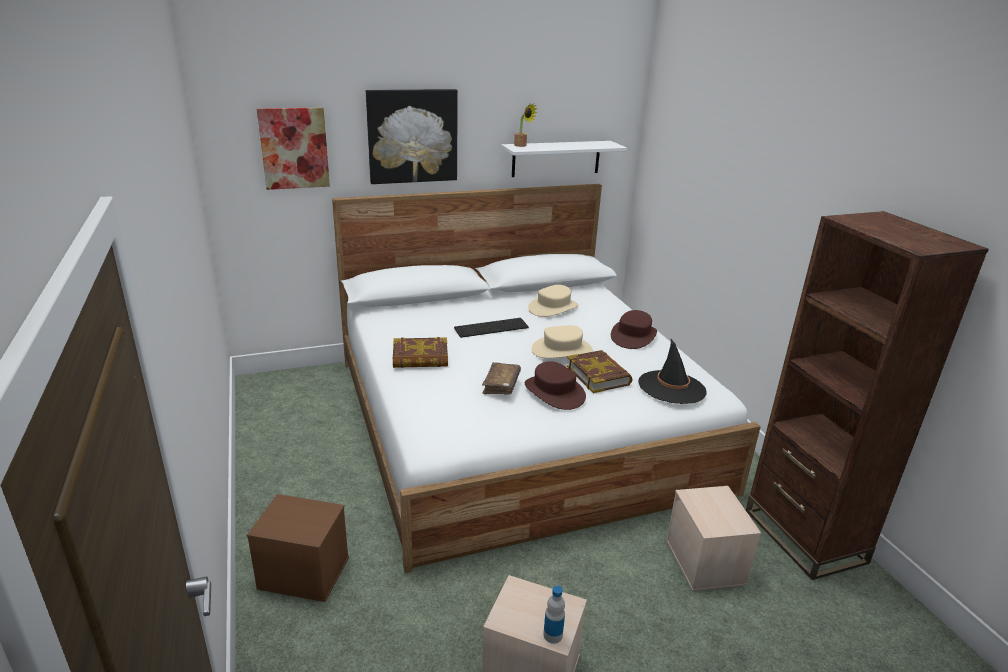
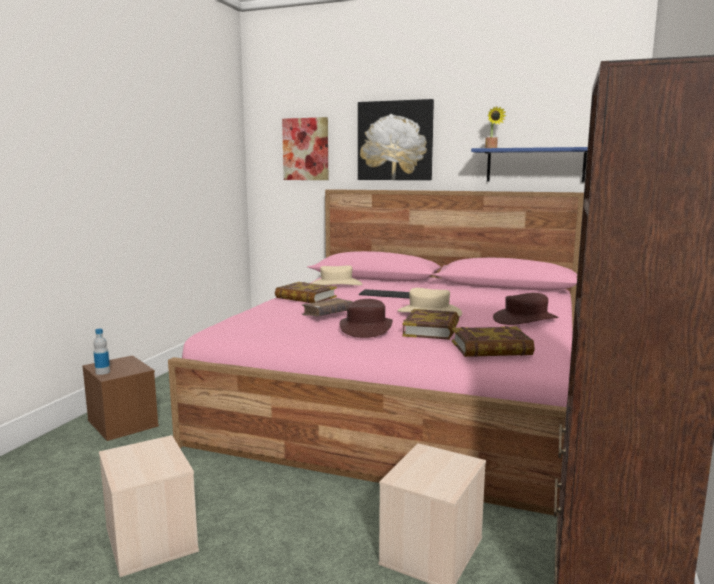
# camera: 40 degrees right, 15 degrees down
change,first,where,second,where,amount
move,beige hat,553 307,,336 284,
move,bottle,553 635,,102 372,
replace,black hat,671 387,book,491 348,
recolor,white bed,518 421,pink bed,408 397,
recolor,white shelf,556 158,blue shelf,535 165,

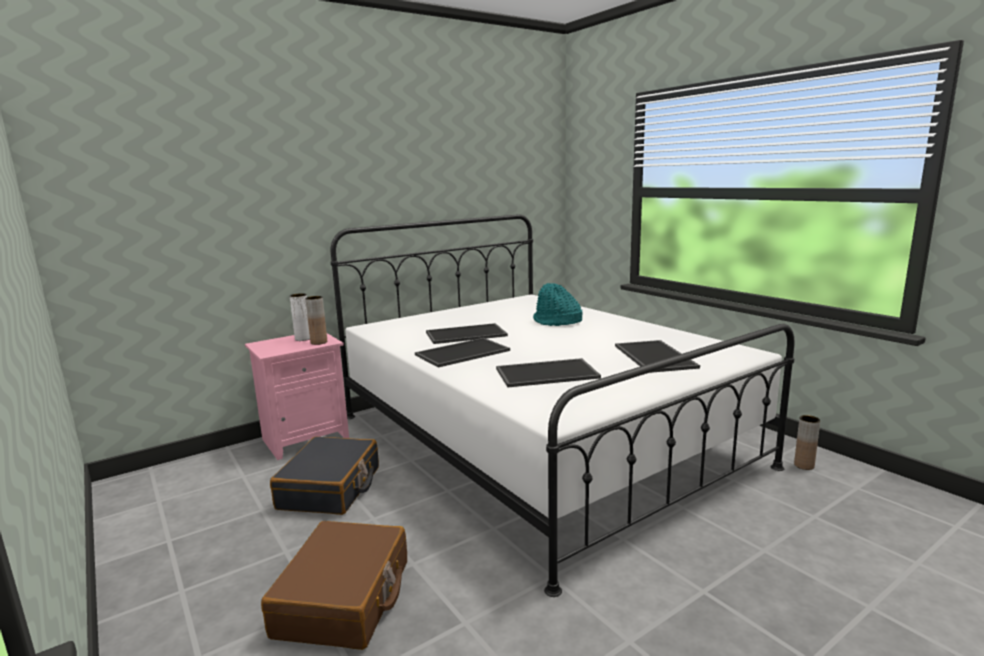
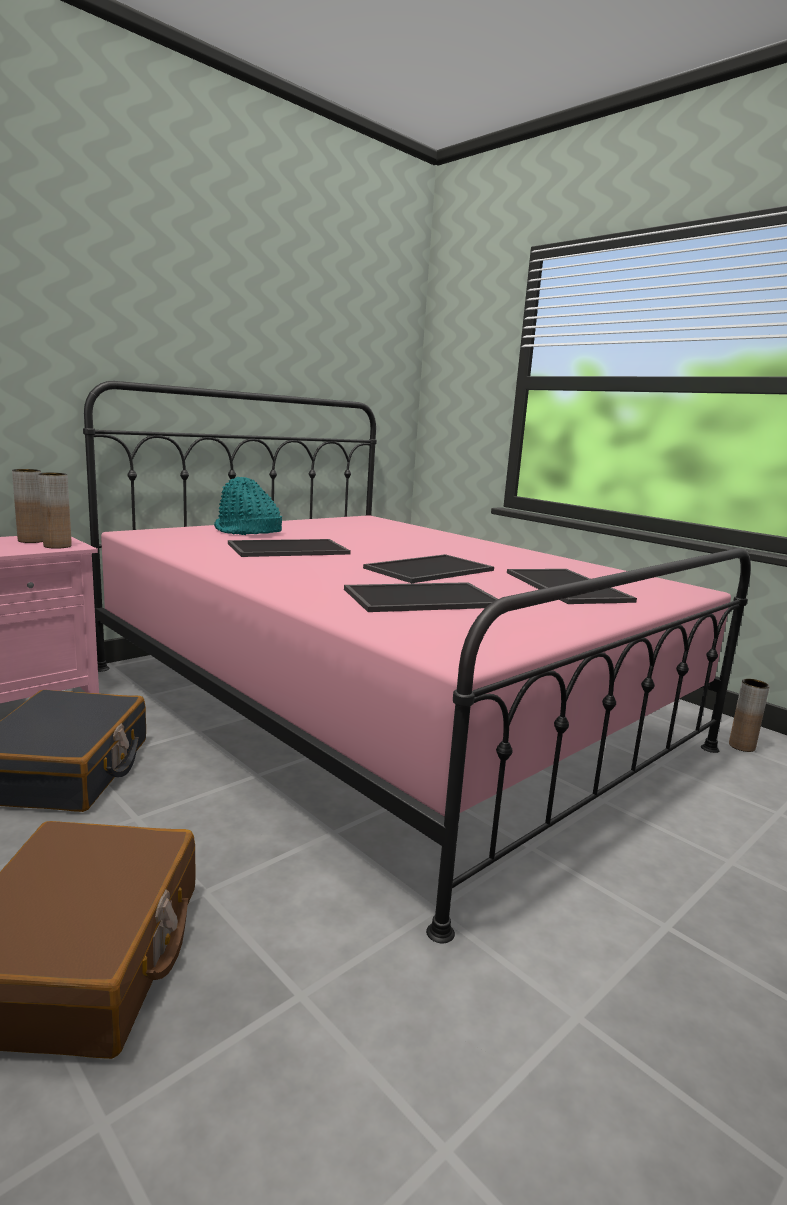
# camera: 10 degrees left, 0 degrees up
change,first,where,second,where,amount
move,tray,462 353,,430 570,
move,turquoise hat,556 322,,247 532,
recolor,white vase,303 339,brown vase,31 541,
recolor,white bed,538 439,pink bed,384 706,

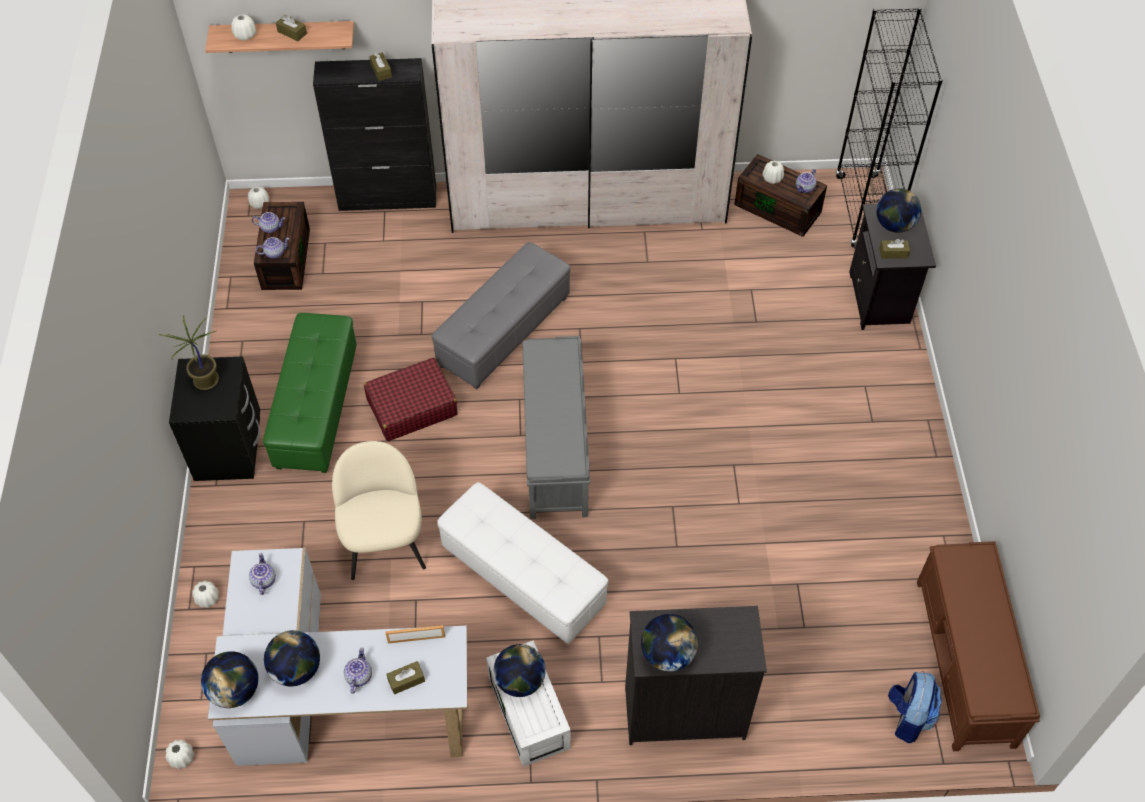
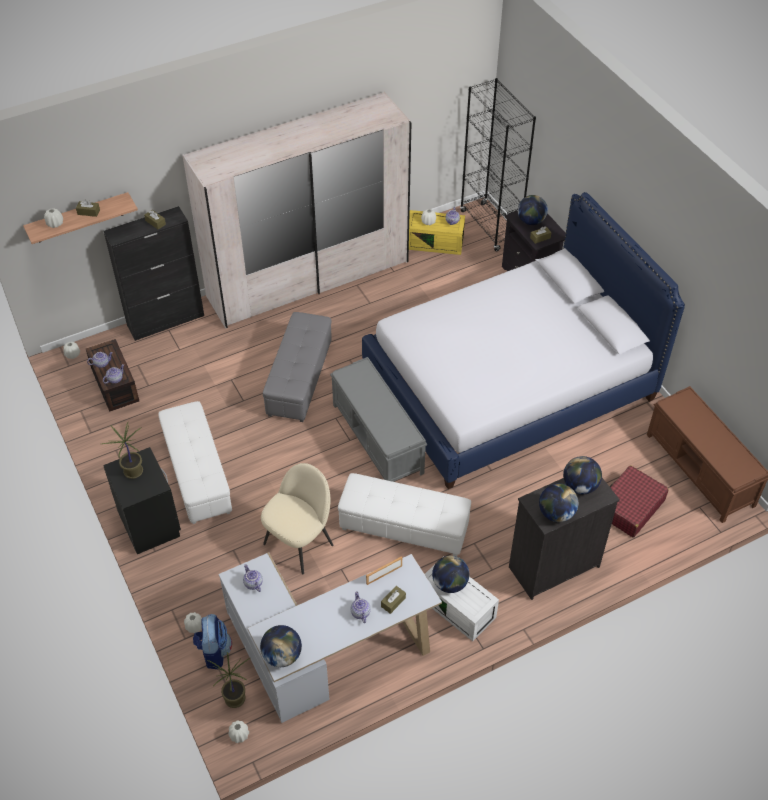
# camera: 25 degrees left, 5 degrees down
change,first,where,second,where,amount
insert,,,potted plant,234 698,
insert,,,bed,509 383,
move,globe,296 669,,580 486,
move,red suitcase,411 407,,629 507,
move,backpack,908 717,,214 651,
recolor,green ottoman,316 407,white ottoman,197 474,
recolor,brown storage box,779 208,yellow storage box,435 242,
rotate,beige chair,385 545,,300 543,75 degrees clockwise

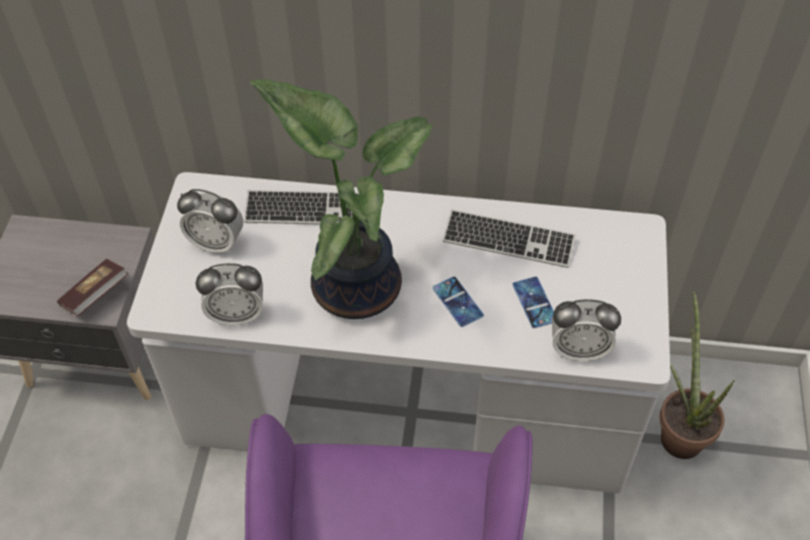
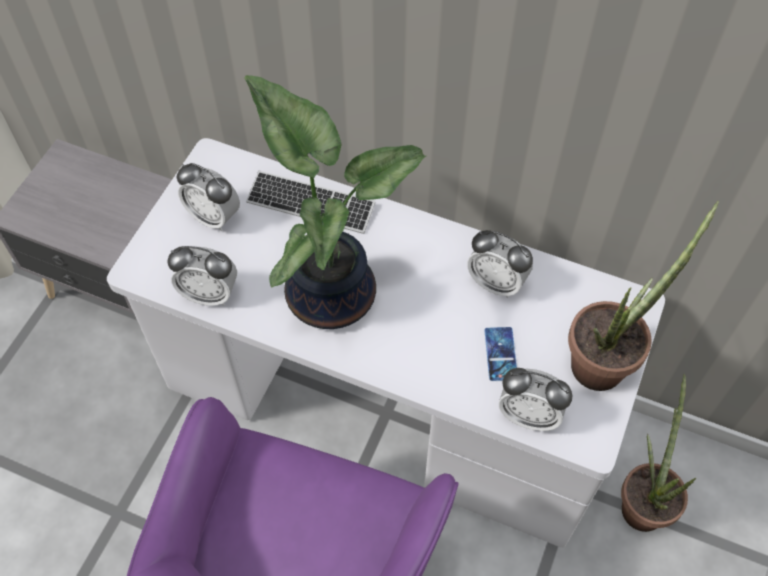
# camera: 15 degrees right, 5 degrees up
change,first,where,second,where,amount
delete,book,96 295,,,
delete,phone,457 302,,,
insert,,,potted plant,606 360,
replace,keyboard,508 241,alarm clock,496 282,

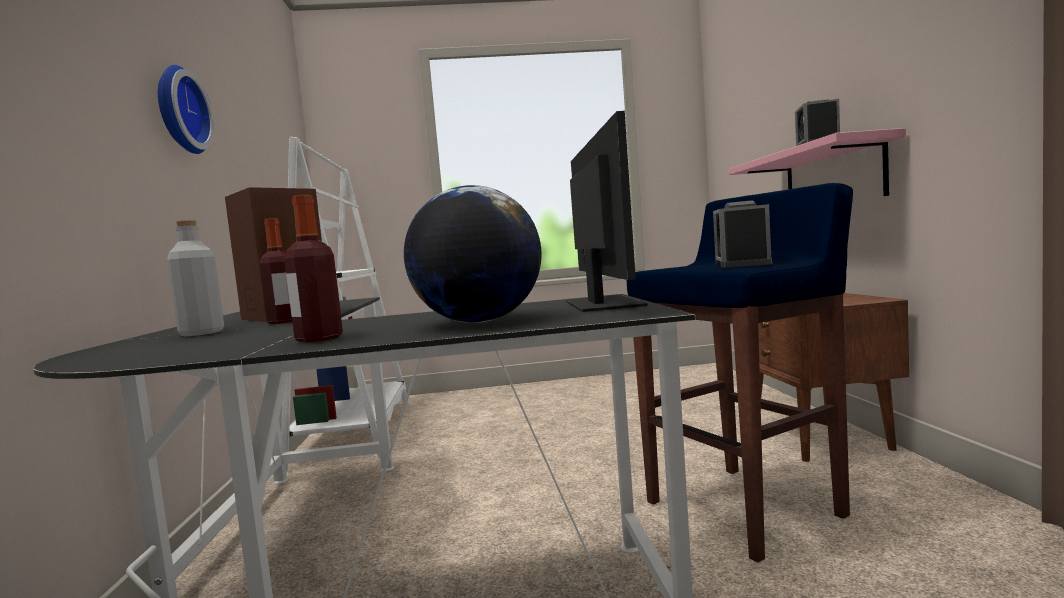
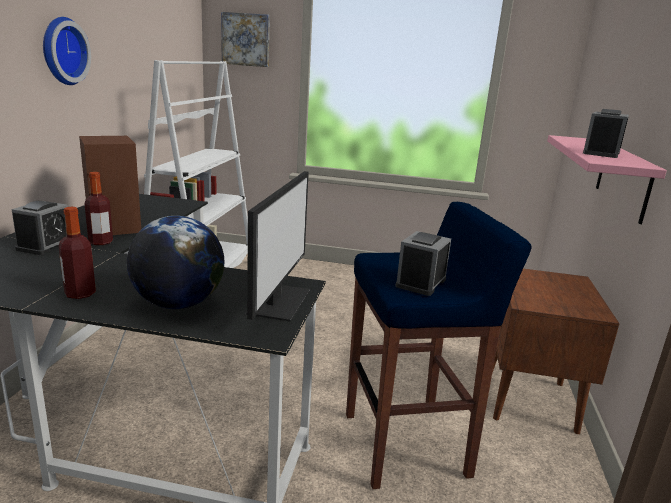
# camera: 15 degrees right, 15 degrees up
change,first,where,second,where,amount
insert,,,picture,246 39,
replace,grey bottle,202 333,alarm clock,45 245,

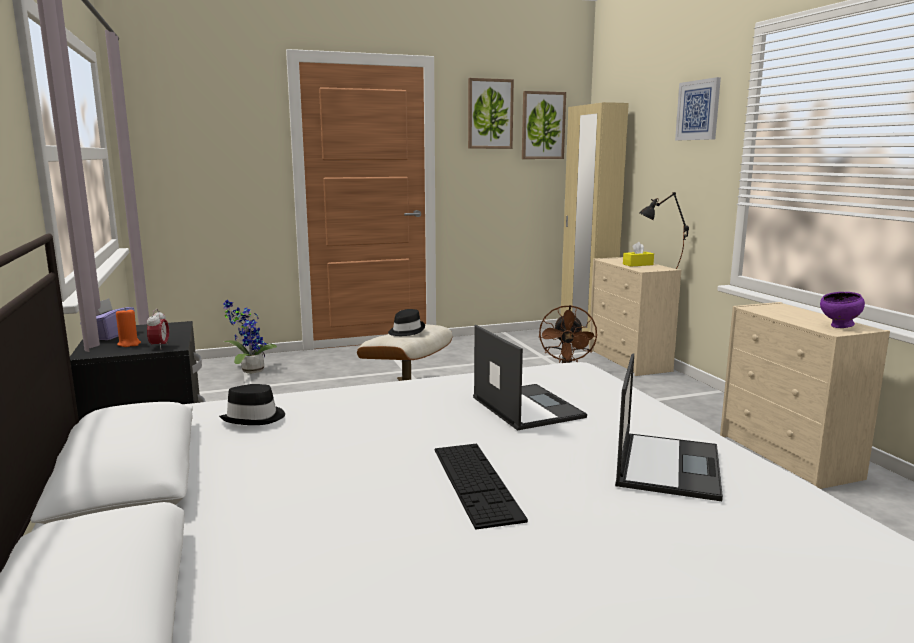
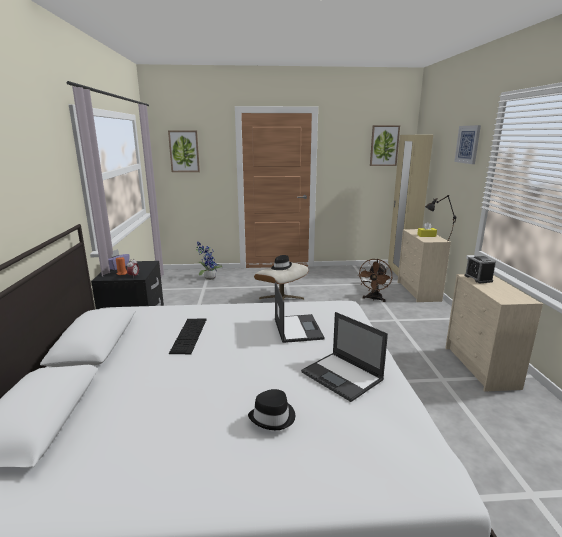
# camera: 15 degrees right, 5 degrees up
change,first,where,second,where,amount
delete,purple bowl,839 327,,,
insert,,,alarm clock,478 278,
move,black hat,255 418,,273 417,
move,keyboard,476 482,,189 335,
move,picture,490 114,,184 151,
rotate,laptop,667 465,,343 376,105 degrees clockwise

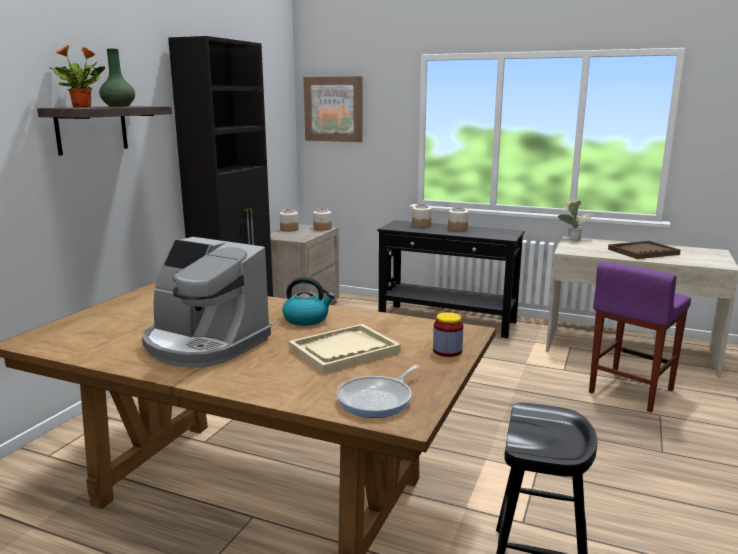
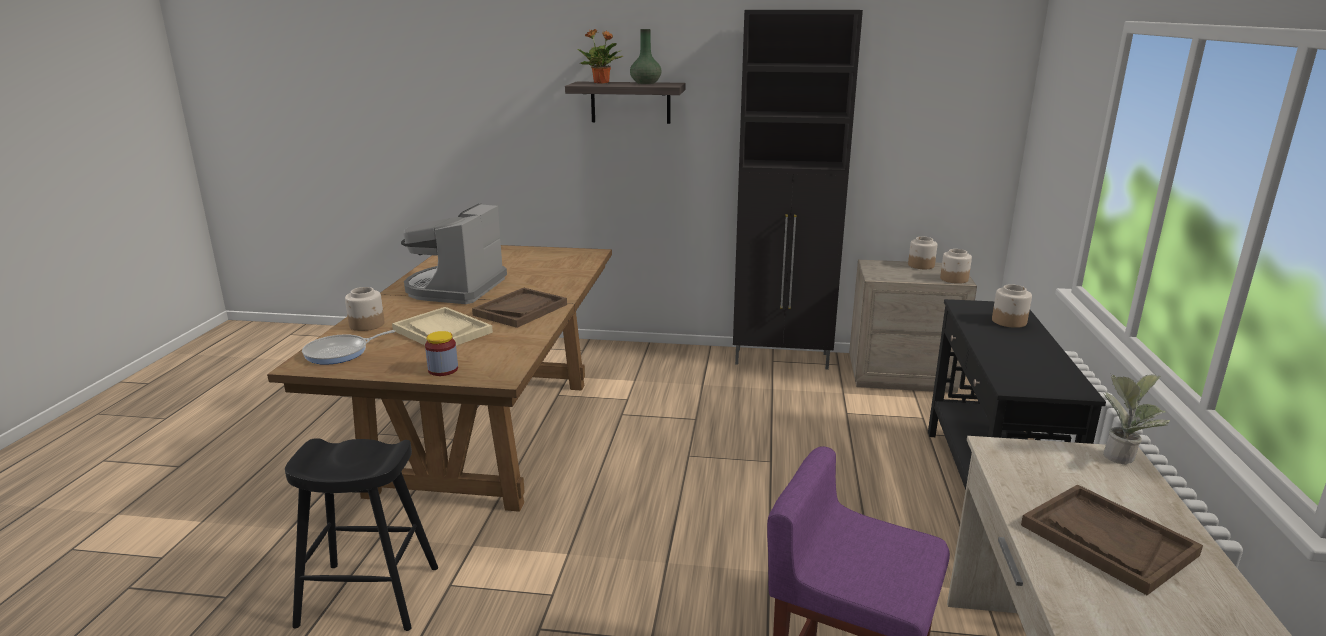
# camera: 75 degrees right, 5 degrees up
change,first,where,second,where,amount
delete,picture,334 109,,,
move,jar,457 229,,367 324,
replace,kettle,307 319,brown tray,520 310,
rotate,frying pan,378 400,,340 353,60 degrees counterclockwise

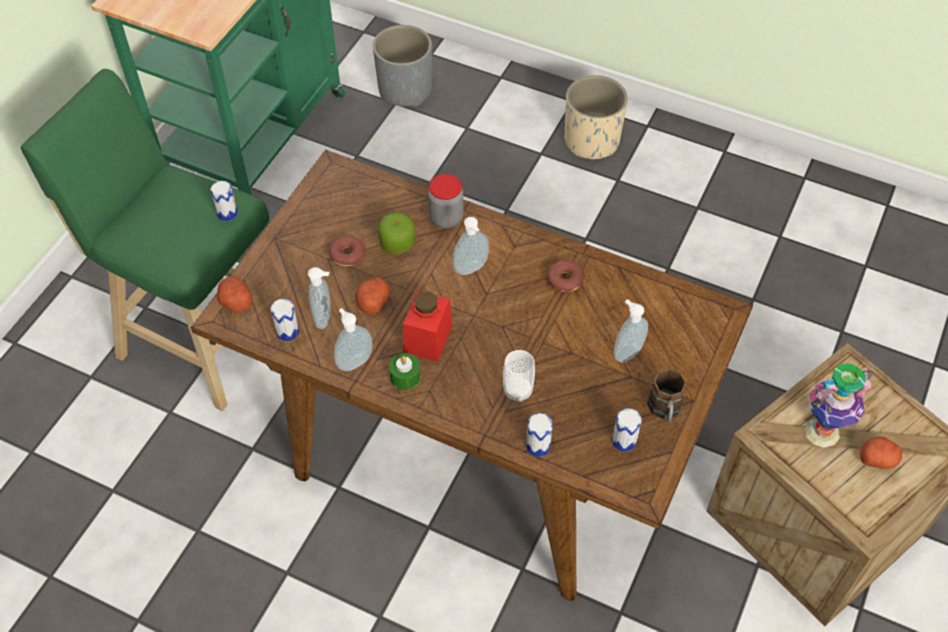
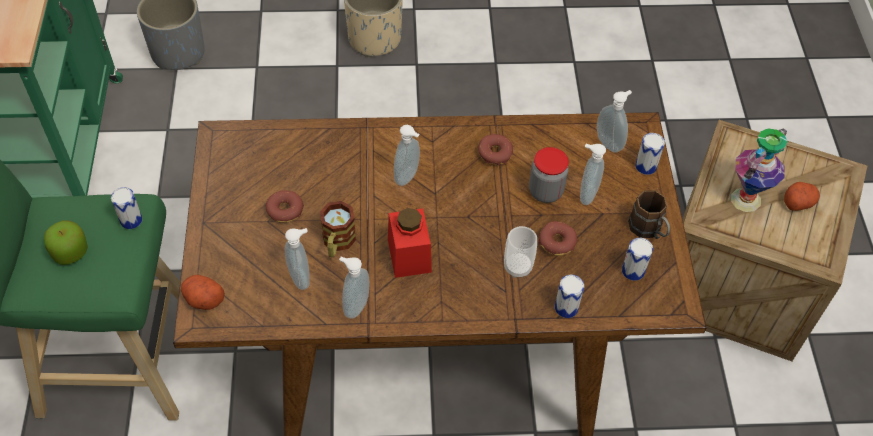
# camera: 30 degrees left, 0 degrees up
change,first,where,second,where,amount
delete,green candle,405 376,,,
insert,,,donut,557 242,
insert,,,soap dispenser,610 143,
move,can,287 332,,646 166,
move,apple,397 243,,70 252,
move,jar,446 218,,545 192,
replace,potato,373 301,mug,337 243,

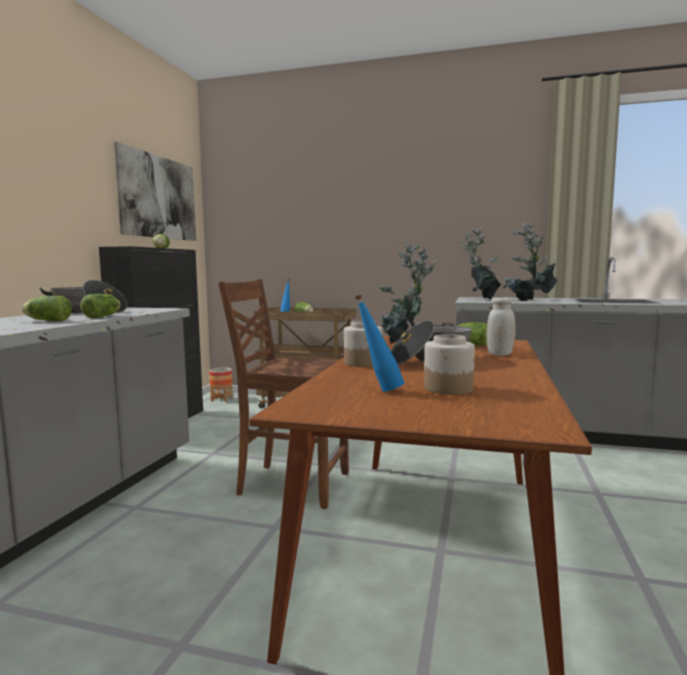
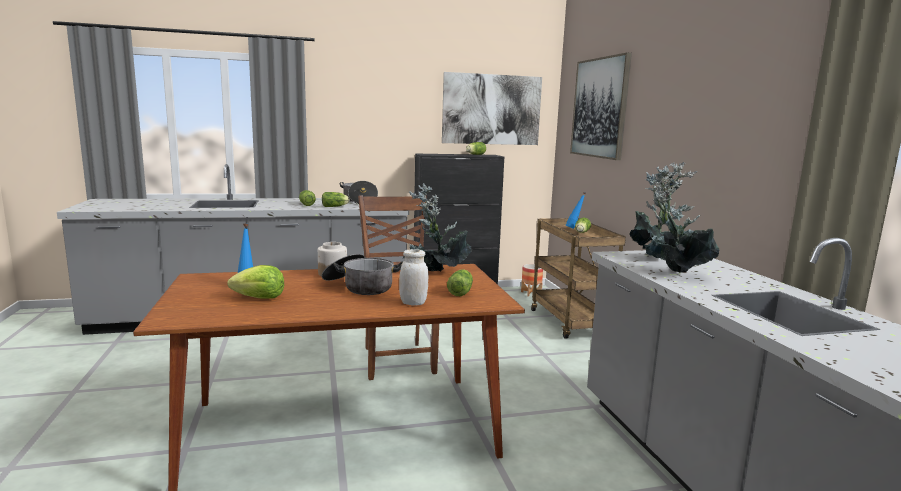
# camera: 60 degrees right, 5 degrees up
change,first,where,second,where,amount
insert,,,picture,600 108,
replace,jar,449 388,lettuce,259 298,

